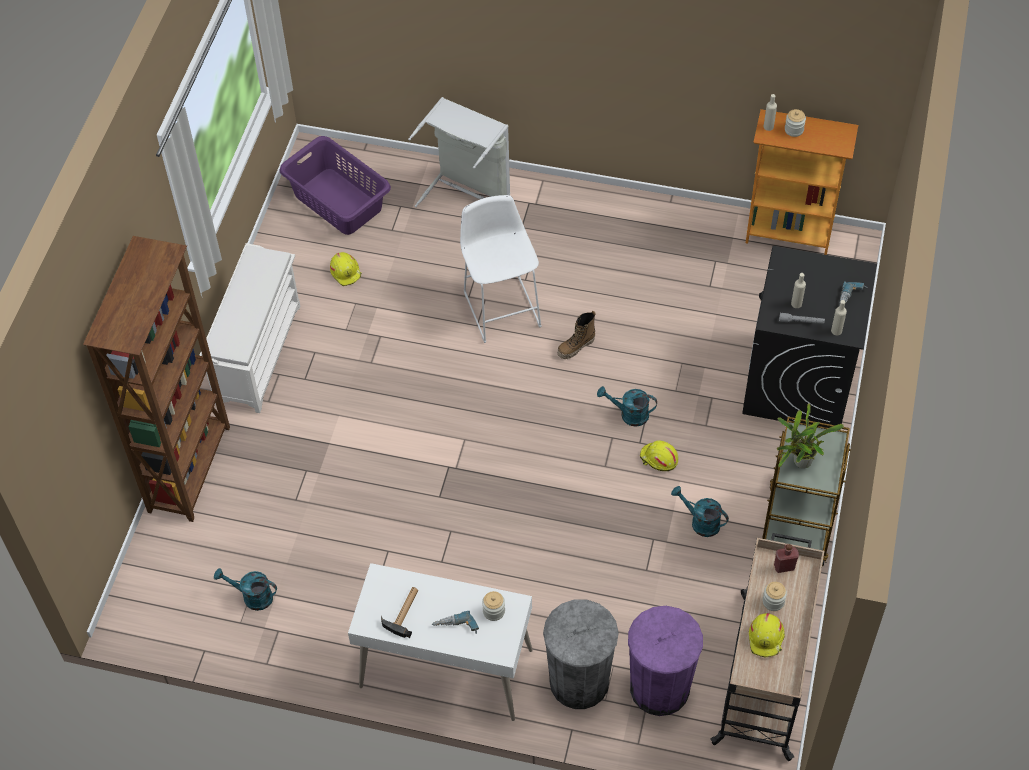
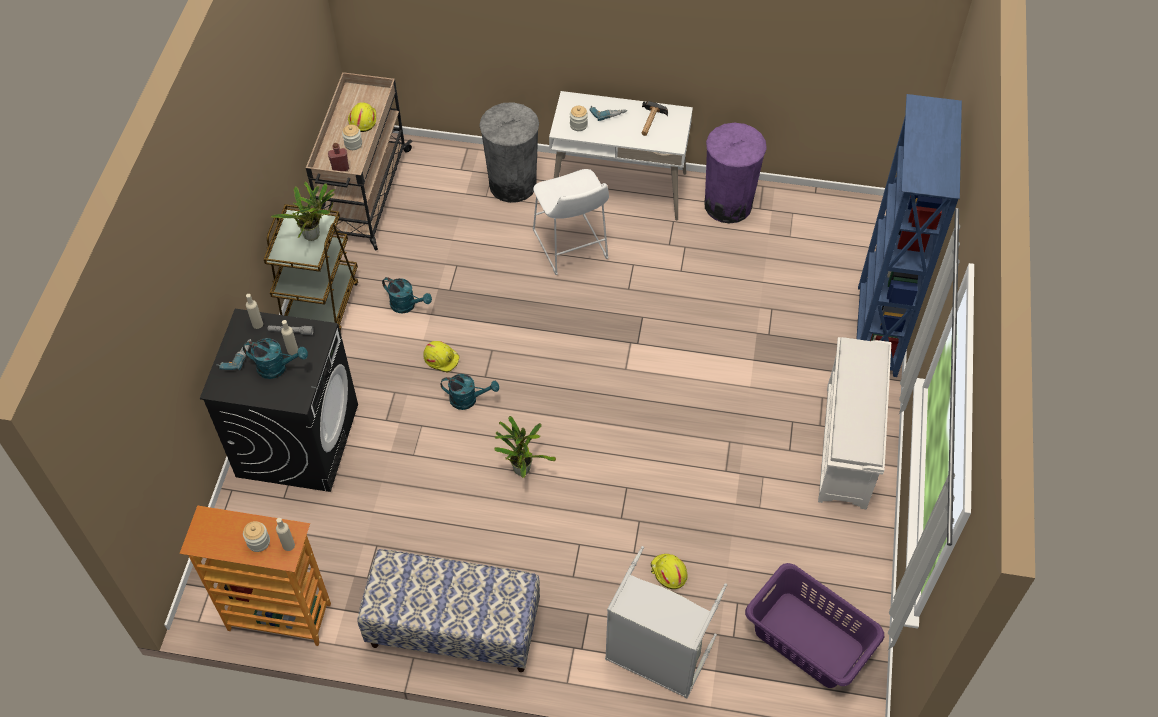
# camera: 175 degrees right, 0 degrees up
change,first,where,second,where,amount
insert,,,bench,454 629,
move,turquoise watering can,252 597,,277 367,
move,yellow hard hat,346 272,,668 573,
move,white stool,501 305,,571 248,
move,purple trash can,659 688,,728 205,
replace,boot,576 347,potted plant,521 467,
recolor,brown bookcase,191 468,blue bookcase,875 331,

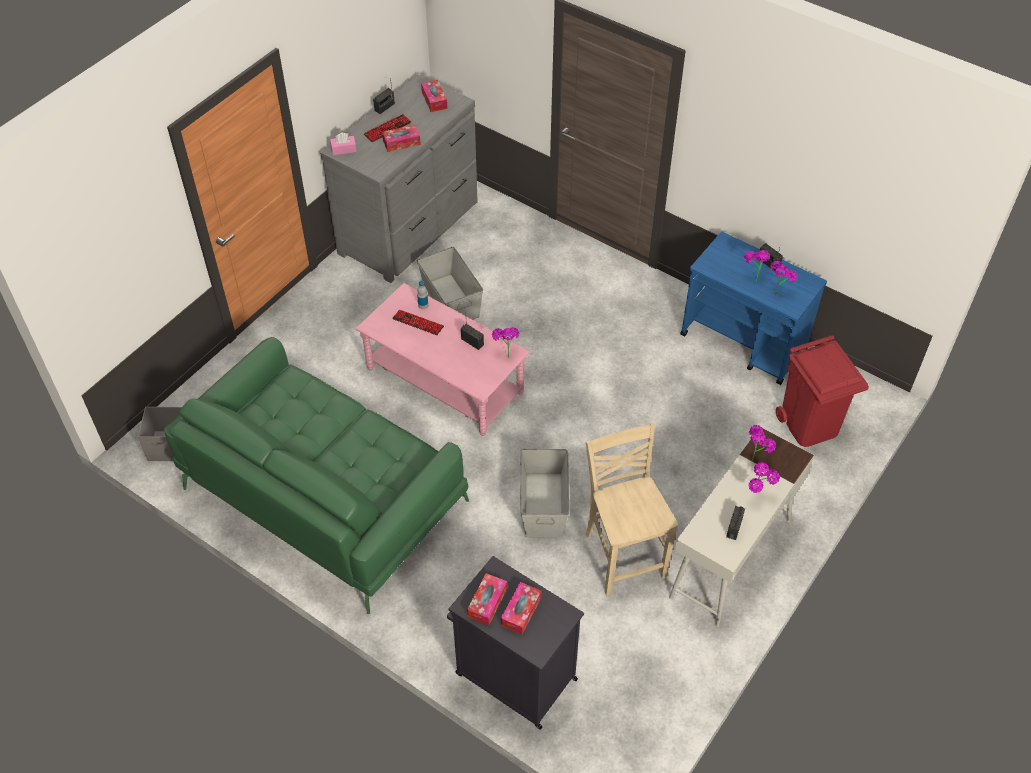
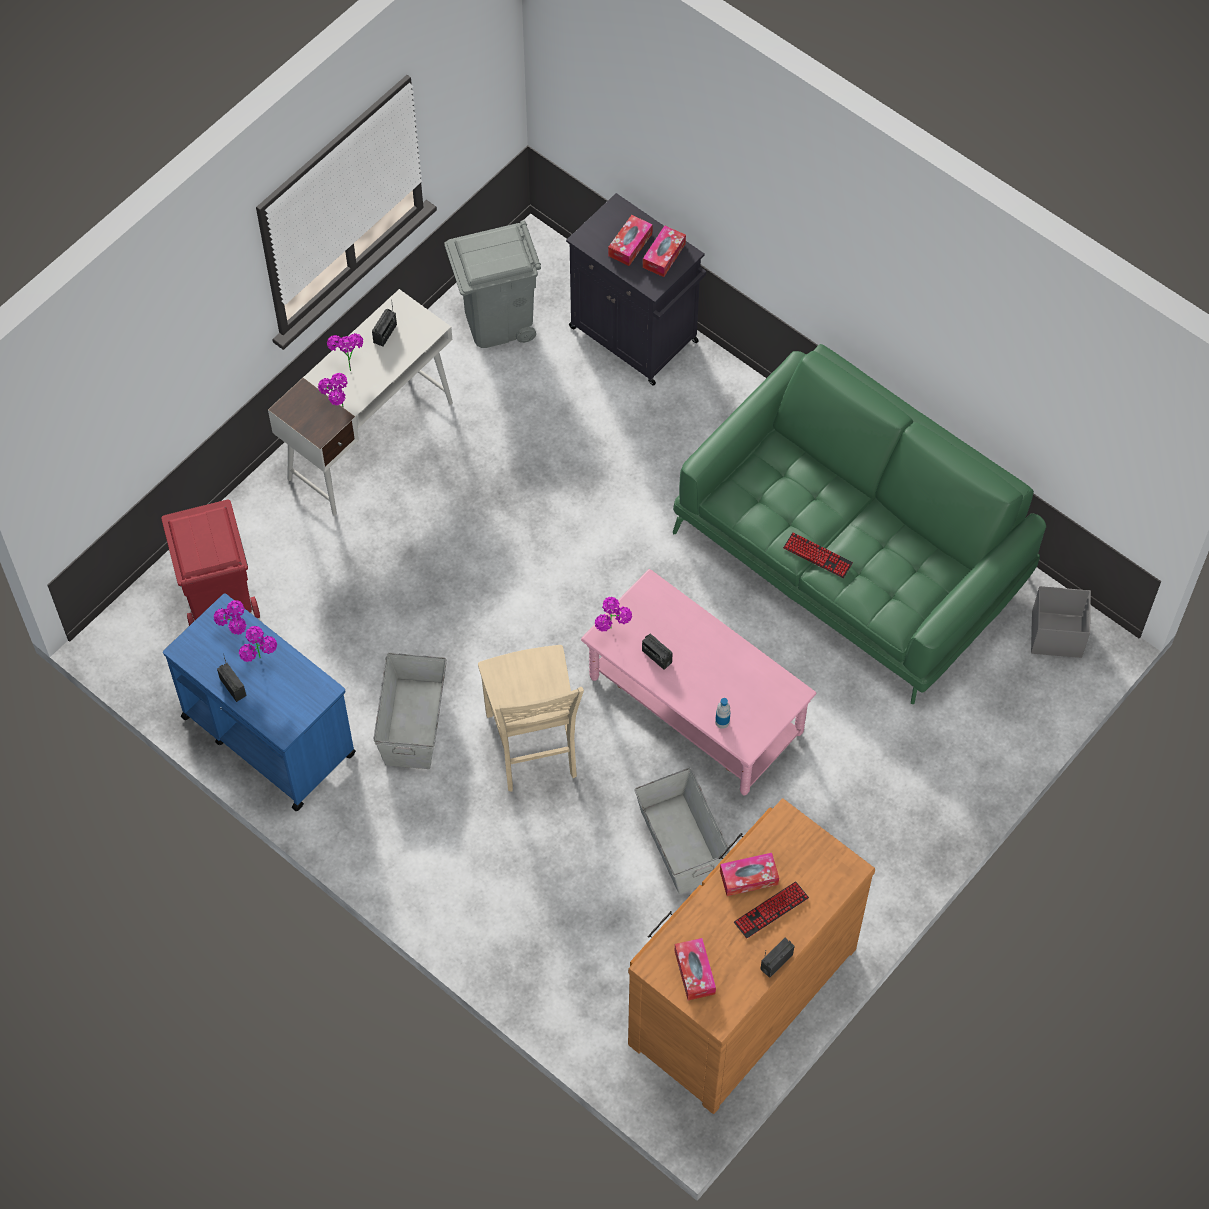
# camera: 175 degrees left, 10 degrees up
change,first,where,second,where,amount
delete,pink tissue box,343 149,,,
insert,,,grey trash can,497 321,
move,keyboard,418 323,,817 556,
move,grey storage box,543 505,,414 723,
move,beige chair,623 554,,533 747,
recolor,grey dresser,411 228,brown dresser,738 994,

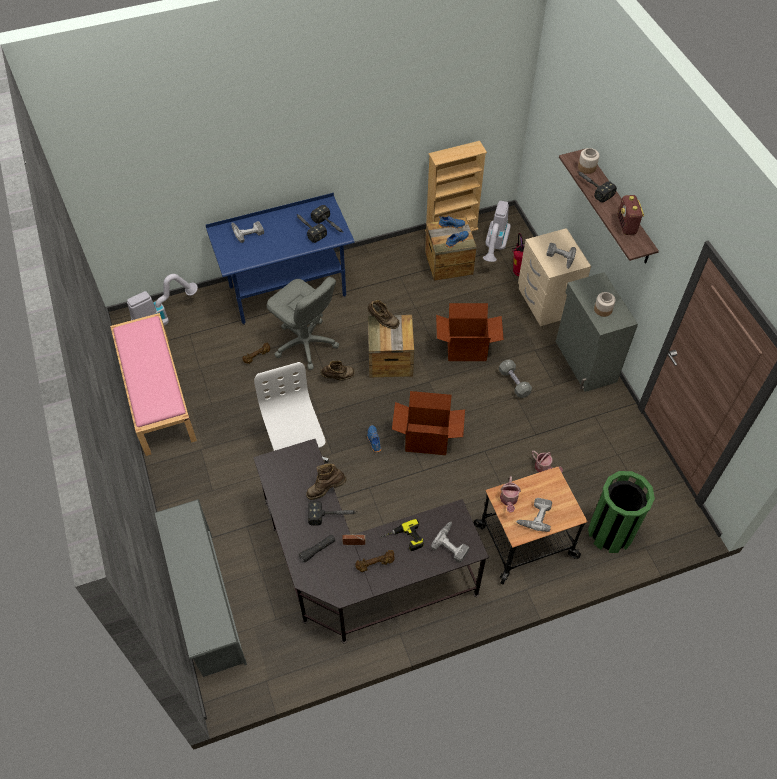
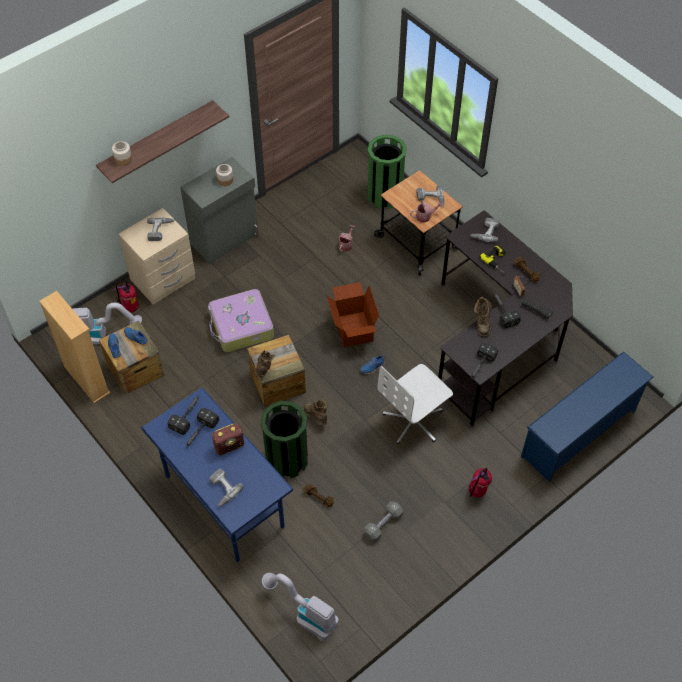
# camera: 110 degrees left, 0 degrees up
change,first,where,second,where,amount
delete,pink bench,156 394,,,
insert,,,fire extinguisher,477 492,
move,grey dumbbell,514 383,,383 524,
move,hammer,592 187,,480 366,
move,radio,626 225,,229 446,
replace,grey office chair,305 344,green trash can,287 460,
replace,cardboard box,466 347,suitcase,241 327,
recolor,grey shoe rack,206 603,blue shoe rack,579 434,
rotate,brown boot,326 489,,483 323,45 degrees clockwise

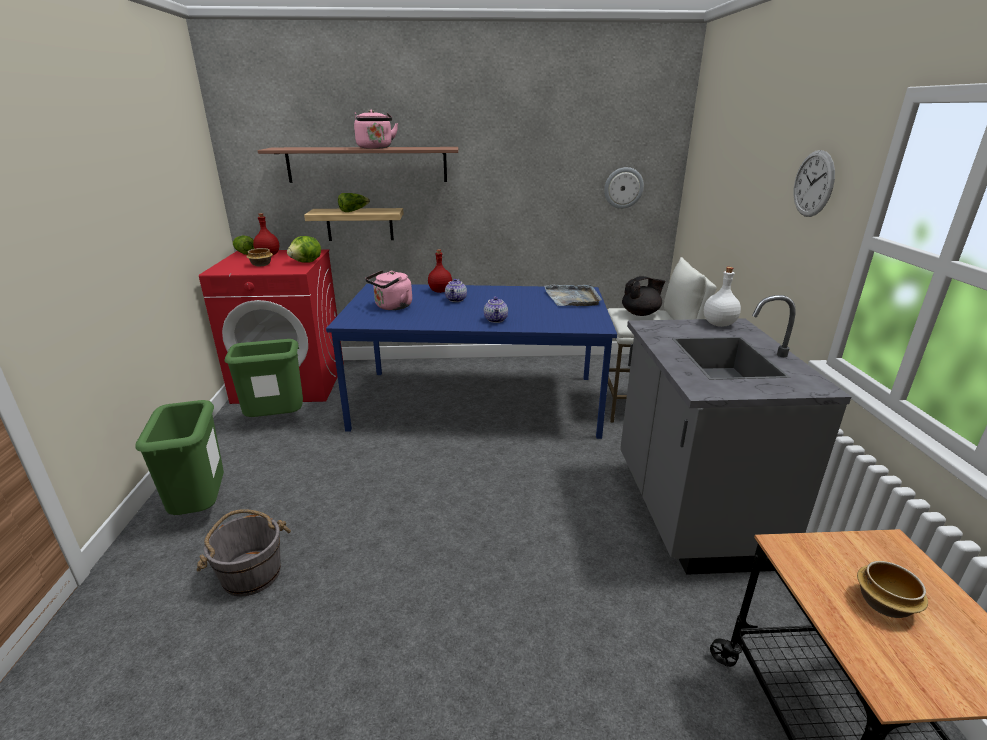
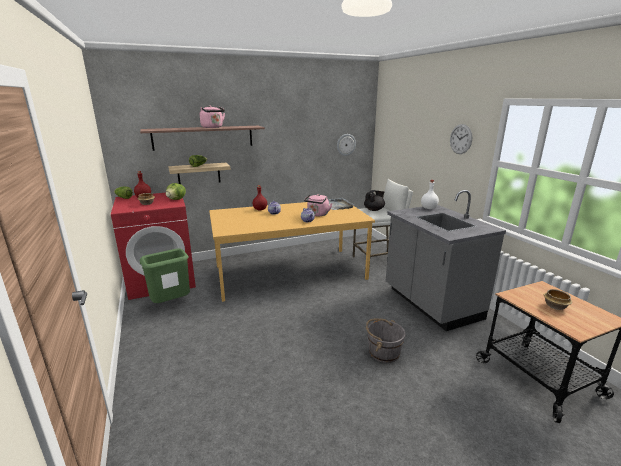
# camera: 20 degrees left, 5 degrees down
change,first,where,second,where,amount
delete,green trash can,203 509,,,
move,grey bucket,251 573,,383 352,
move,pink kettle,392 307,,317 214,
recolor,blue dining table,478 401,orange dining table,290 272,

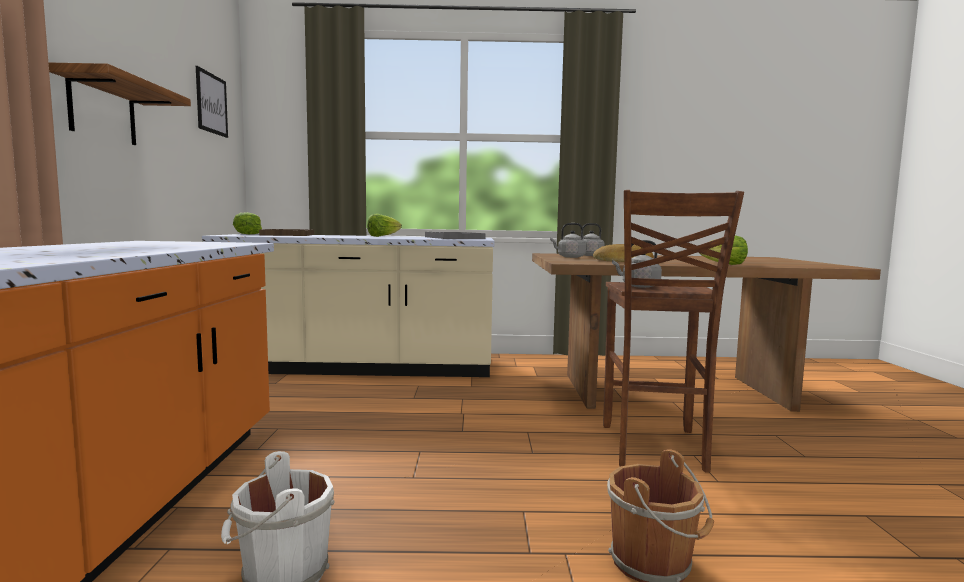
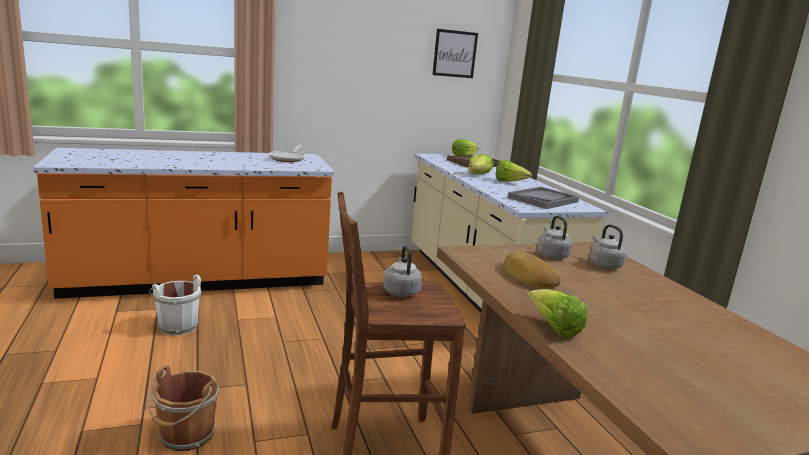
# camera: 70 degrees right, 10 degrees up
change,first,where,second,where,amount
delete,shelf,102 110,,,
insert,,,frying pan,288 158,
insert,,,lettuce,478 174,

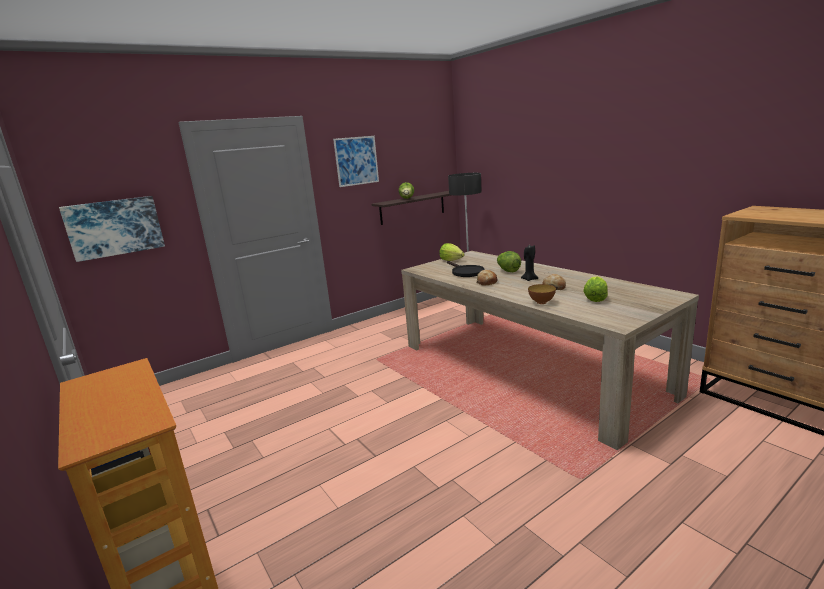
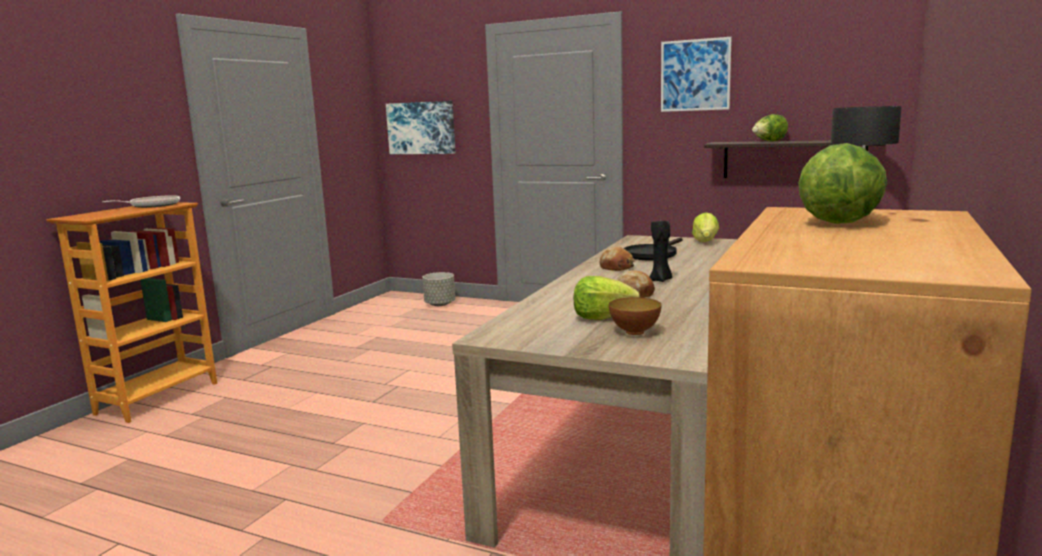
# camera: 60 degrees right, 5 degrees down
change,first,where,second,where,amount
insert,,,frying pan,152 205,
insert,,,grey planter,440 304,
move,lettuce,508 271,,841 221,
move,bowl,541 302,,634 332,

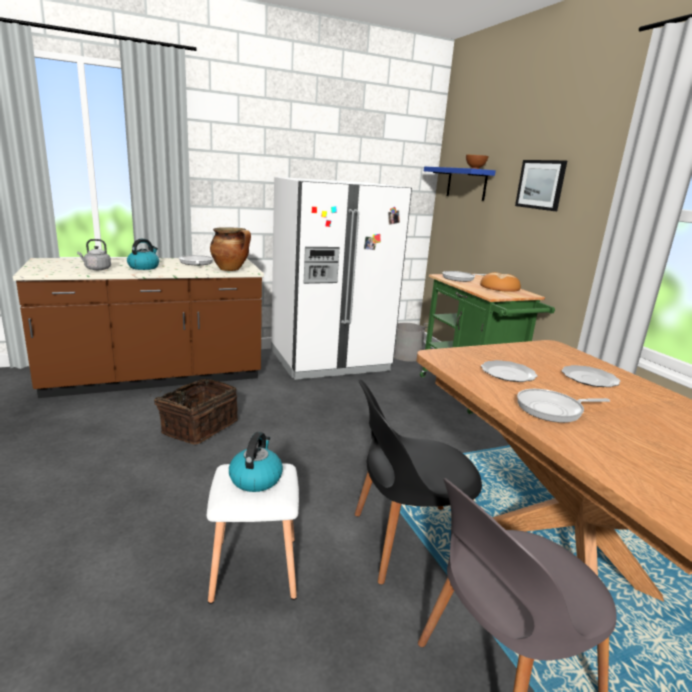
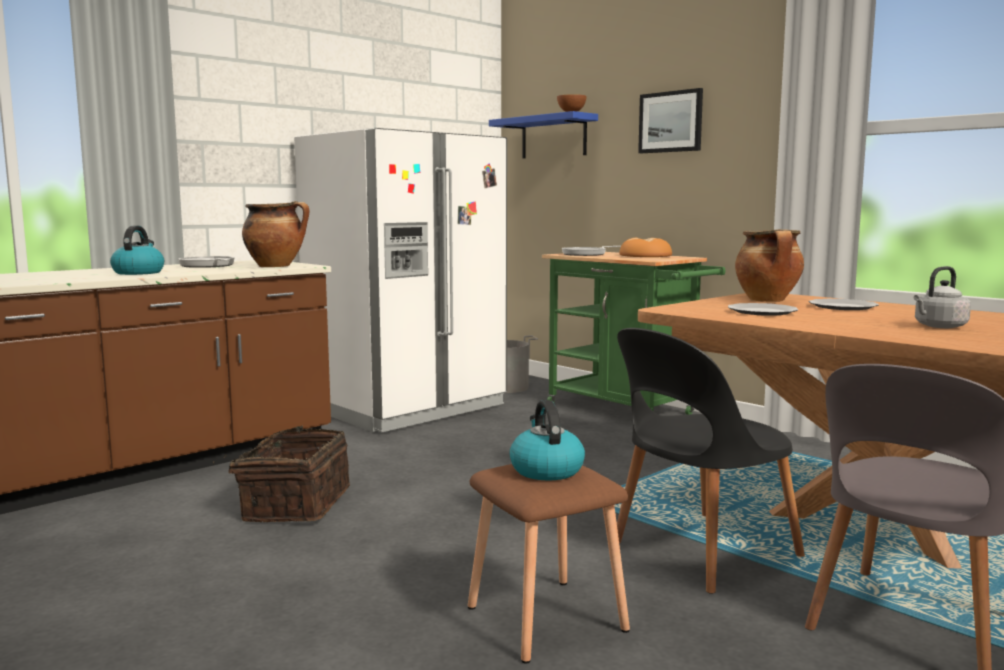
# camera: 20 degrees left, 10 degrees down
change,first,where,second,where,amount
delete,frying pan,553 409,,,
insert,,,cooking pot,768 300,
move,grey kettle,96 269,,938 326,
recolor,white stool,253 569,brown stool,544 620,

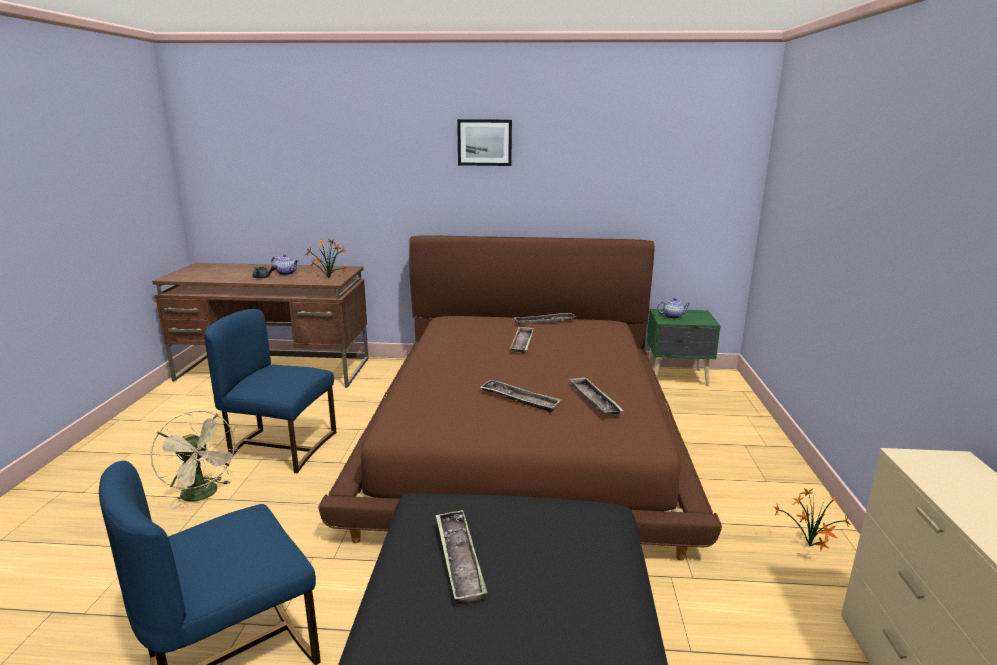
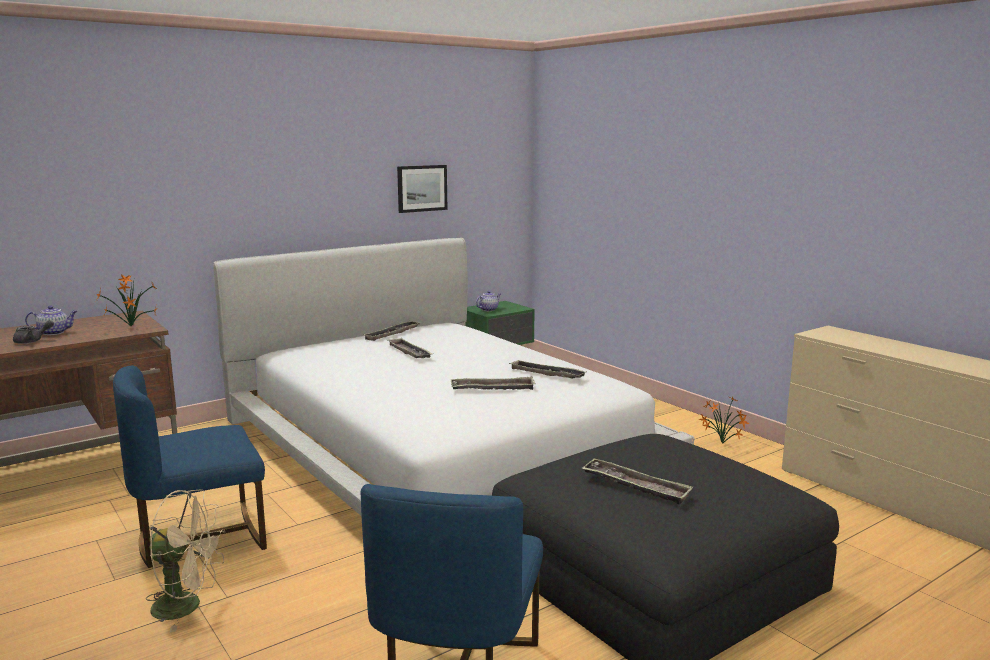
# camera: 40 degrees left, 5 degrees down
change,first,where,second,where,amount
move,picture,484 142,,422 188,
recolor,brown bed,523 433,white bed,437 444,

